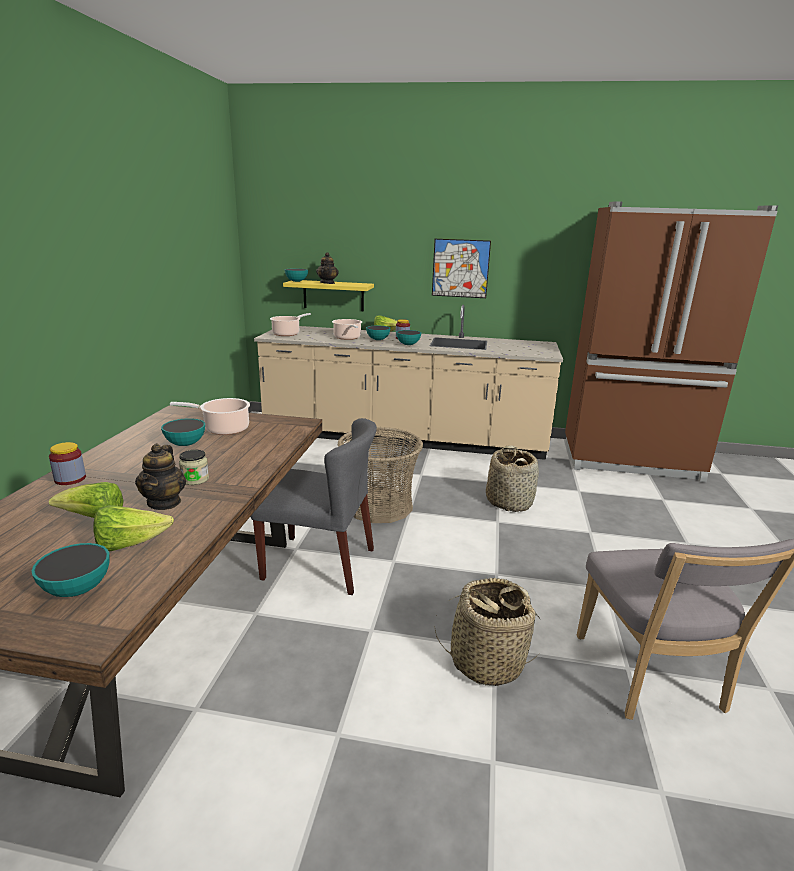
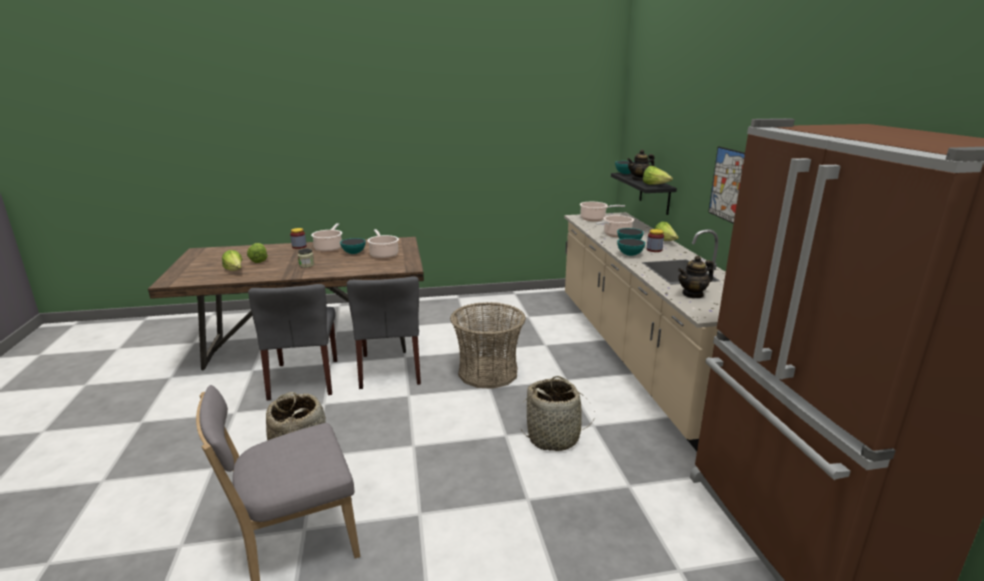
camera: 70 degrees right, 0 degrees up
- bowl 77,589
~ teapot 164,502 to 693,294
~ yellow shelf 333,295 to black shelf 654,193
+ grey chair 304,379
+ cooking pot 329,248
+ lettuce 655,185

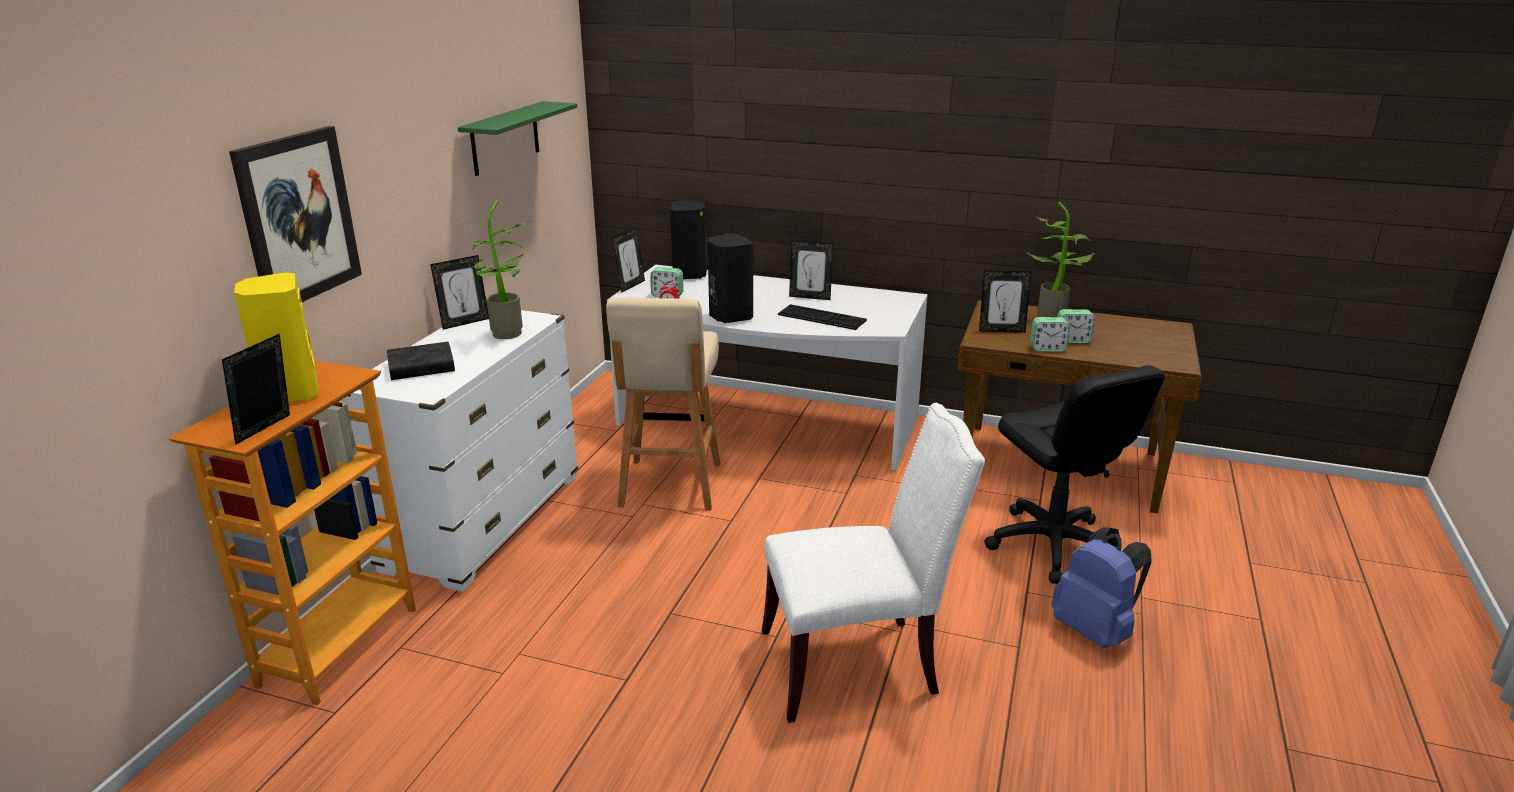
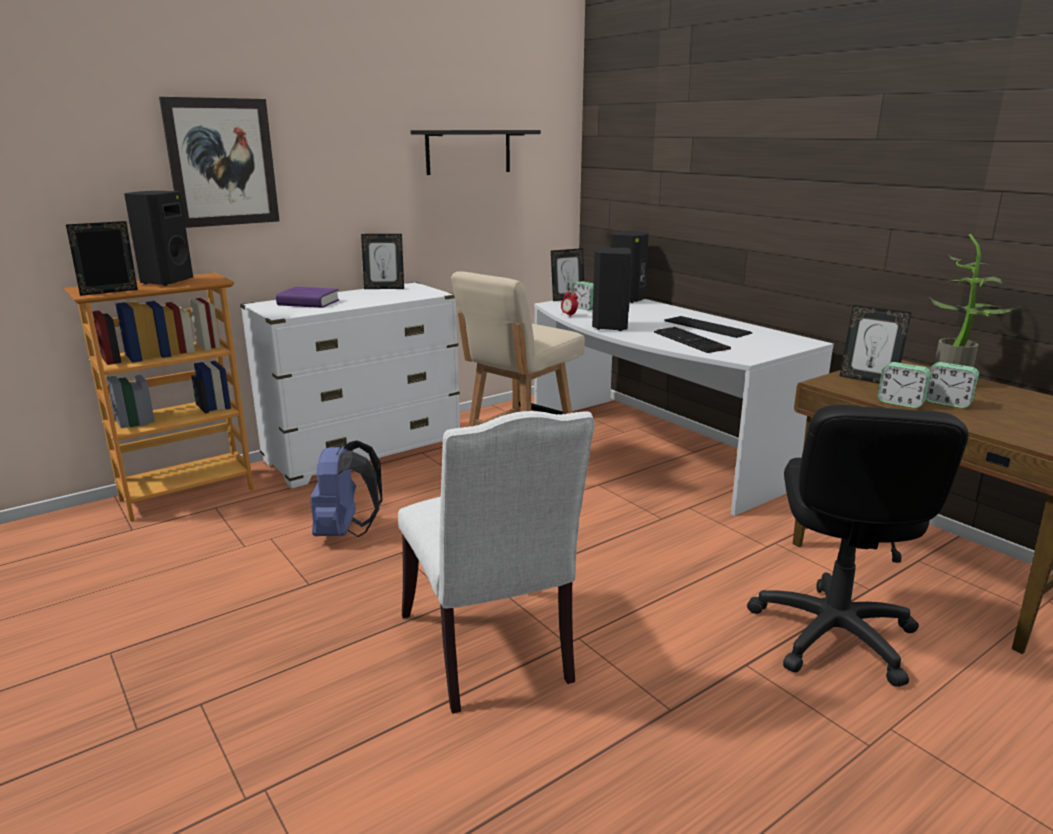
camera: 35 degrees right, 5 degrees down
~ yellow speaker 290,392 to black speaker 165,281
~ black book 421,367 to purple book 308,303
~ green shelf 505,138 to black shelf 468,151
- potted plant 509,335
~ white chair 856,663 = 492,651 45 degrees clockwise
~ picture frame 810,297 to keyboard 706,327
~ blue backpack 1095,630 to 346,532

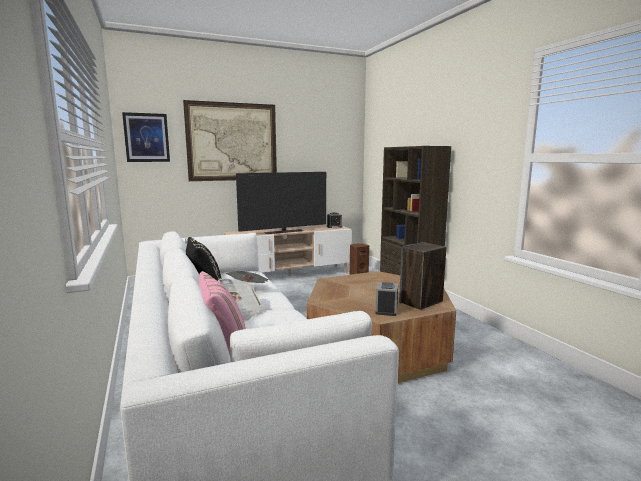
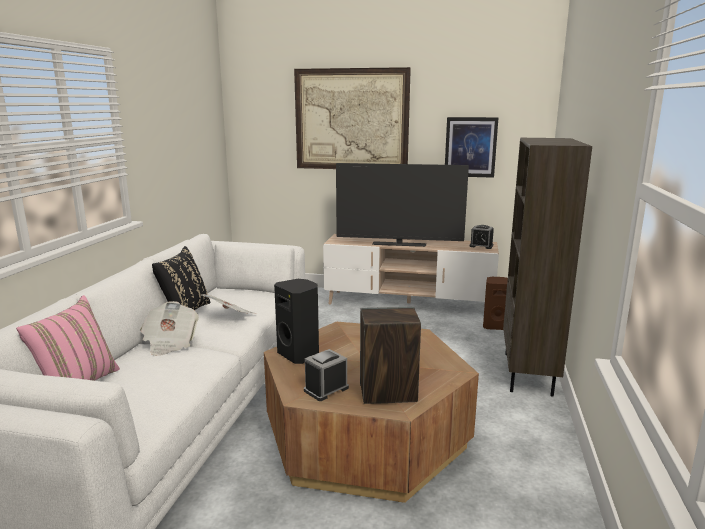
camera: 35 degrees right, 5 degrees up
~ picture 146,137 to 470,147
+ black speaker 300,354

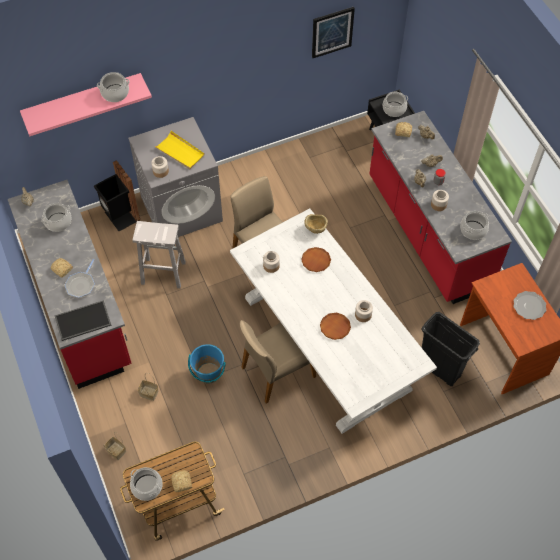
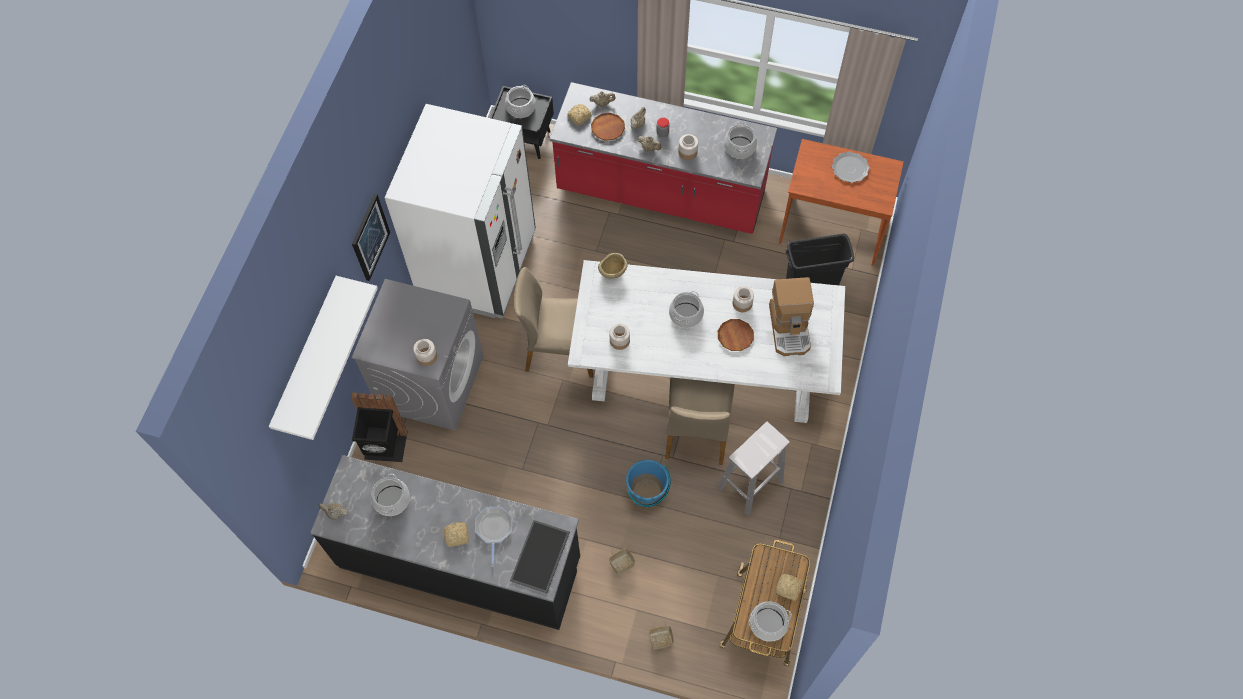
camera: 50 degrees left, 5 degrees up
~ red counter 80,306 to black counter 460,562
~ pink shelf 83,100 to white shelf 307,356
~ frying pan 81,284 = 494,529 150 degrees counterclockwise
~ cooking pot 115,93 to 686,315
~ white stool 162,273 to 749,485
- yellow tray 180,152
~ brown plate 316,261 to 608,128
~ picture 332,32 to 370,237
+ white fridge 478,266
+ coffee machine 790,328

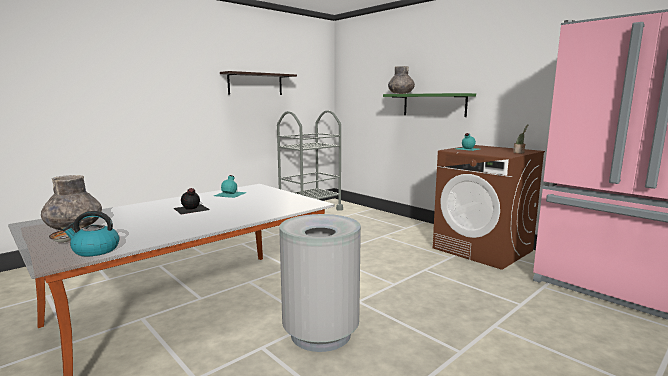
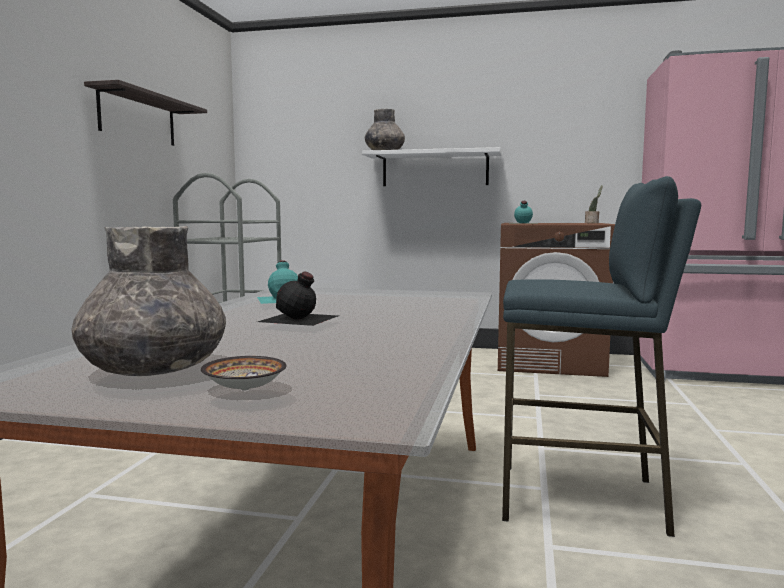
camera: 35 degrees left, 5 degrees down
- kettle 95,250
~ grey trash can 320,333 to blue stool 581,499
~ green shelf 434,105 to white shelf 435,169

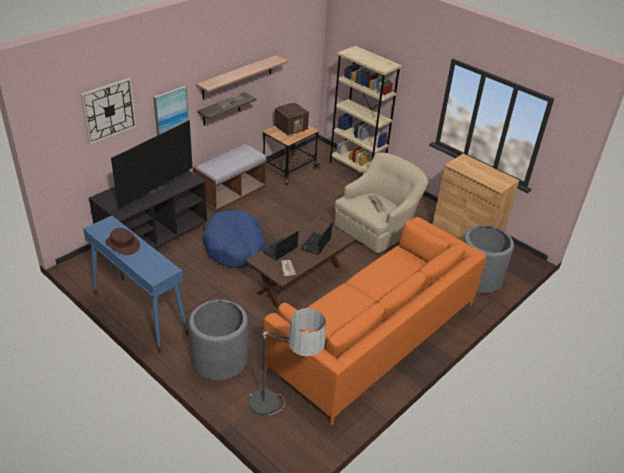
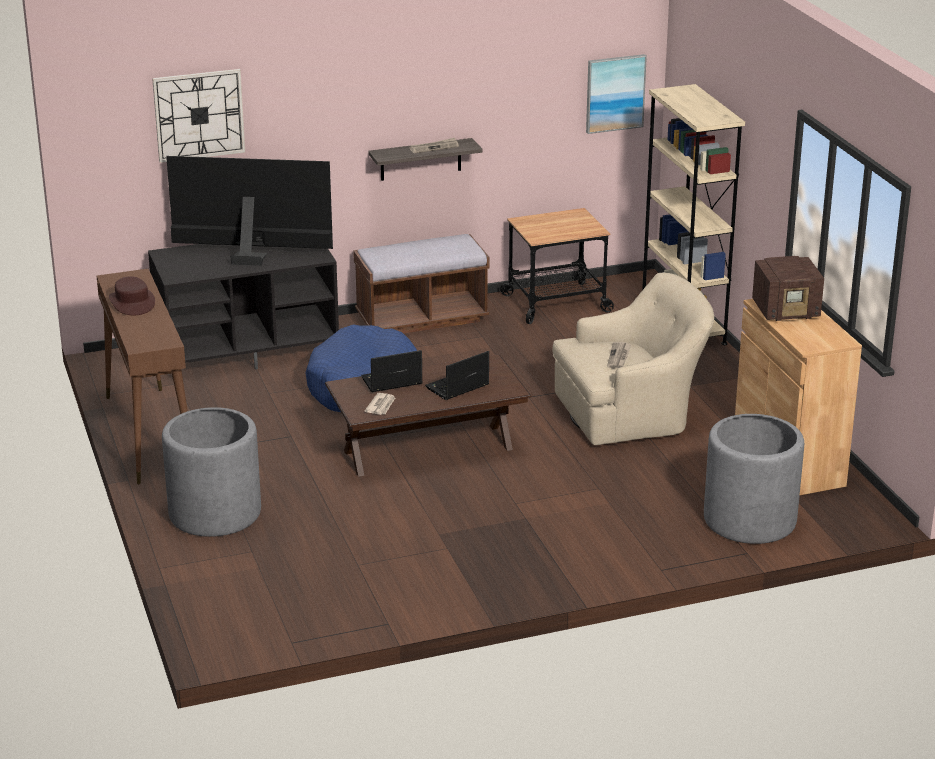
camera: 30 degrees right, 10 degrees down
~ blue console table 139,313 to brown console table 149,434
~ television 153,188 = 250,256 150 degrees counterclockwise
~ picture 170,112 to 615,93
- shelf 237,77
- floor lamp 281,417
- orange sofa 374,335
~ radio 291,128 to 787,311

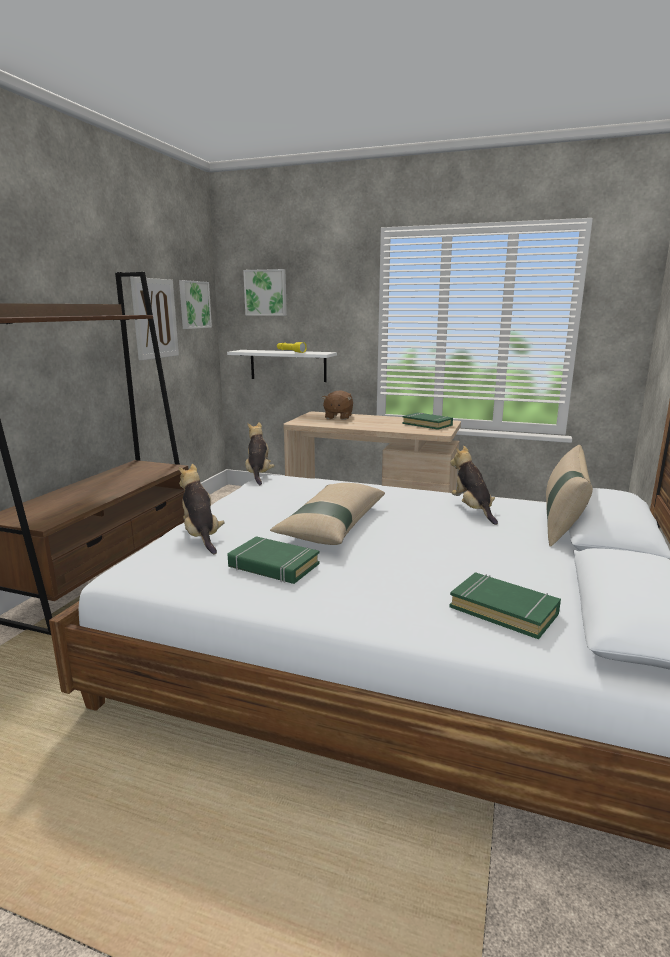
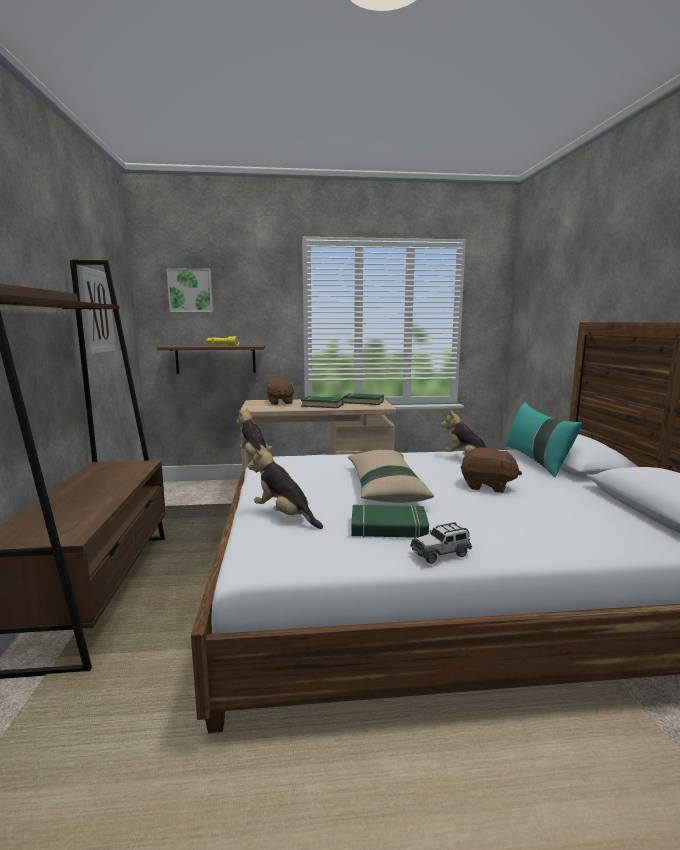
camera: 25 degrees left, 5 degrees down
- picture 193,304
~ white shelf 288,365 to brown shelf 215,359
~ green book 504,610 to 322,405
~ beige pillow 562,522 to turquoise pillow 536,460
+ toy car 441,553
+ brown plush toy 487,486

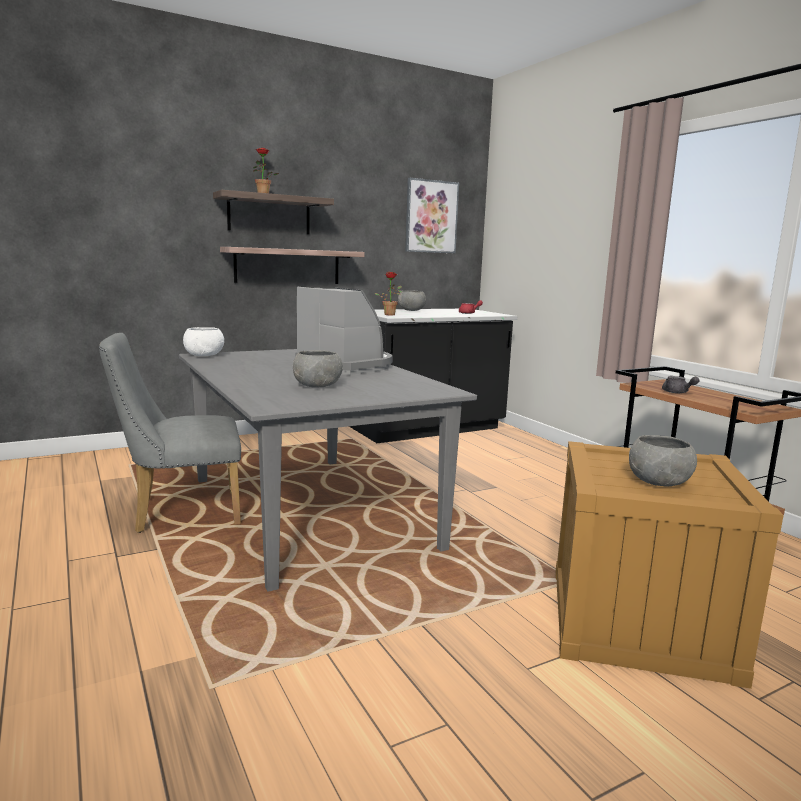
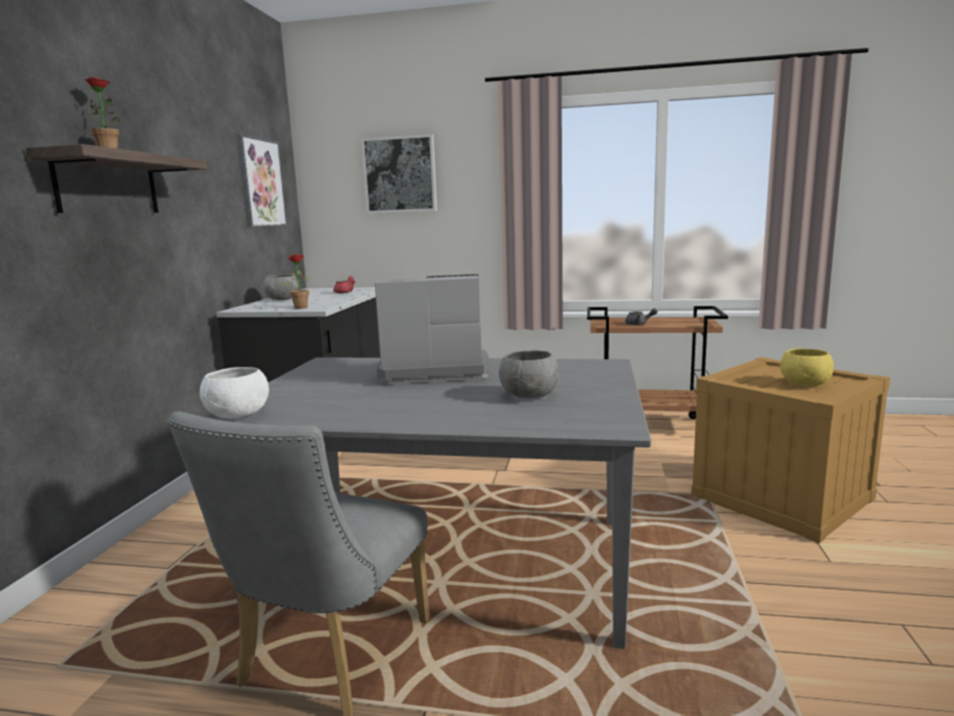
camera: 50 degrees left, 0 degrees up
- shelf 287,266
~ grey bowl 659,482 to yellow bowl 805,384
+ picture 400,174

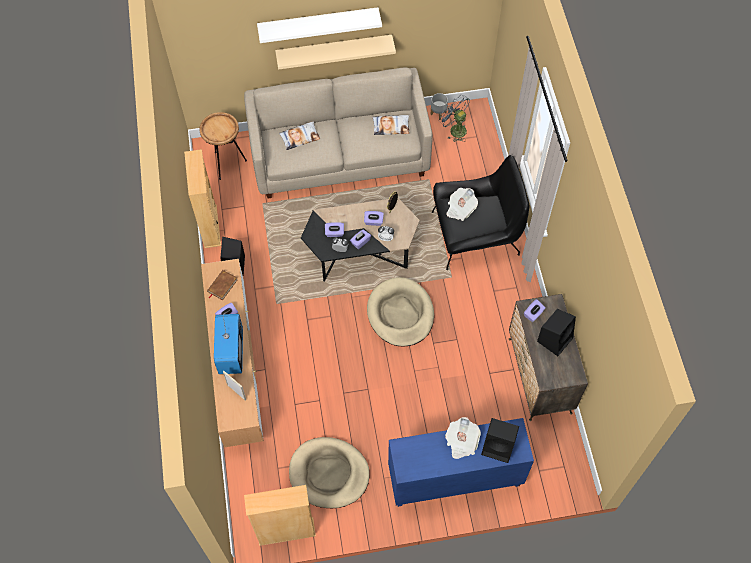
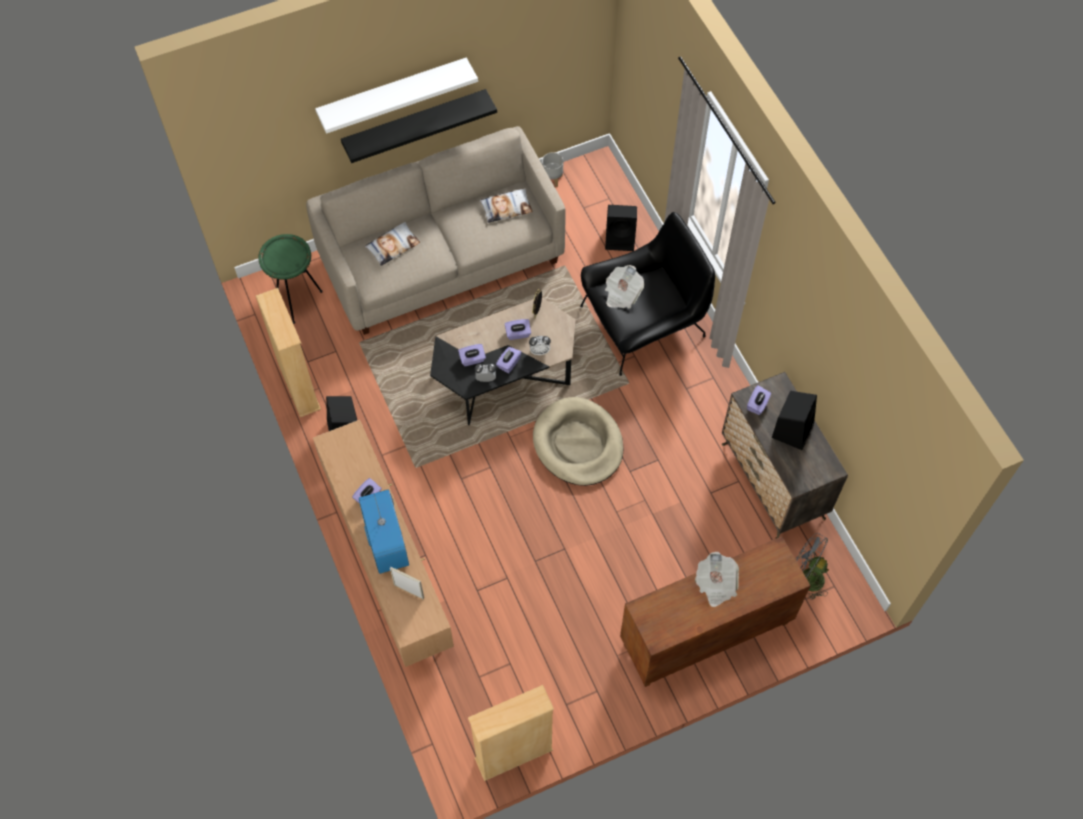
camera: 15 degrees left, 0 degrees up
~ brown side table 227,164 to green side table 297,301
- brown book 222,286
~ beige shelf 334,50 to black shelf 415,123
- beige dog bed 329,474
~ blue cabinet 454,479 to brown cabinet 705,635
~ grey fan 454,129 to 805,578
~ black speaker 499,446 to 621,238

